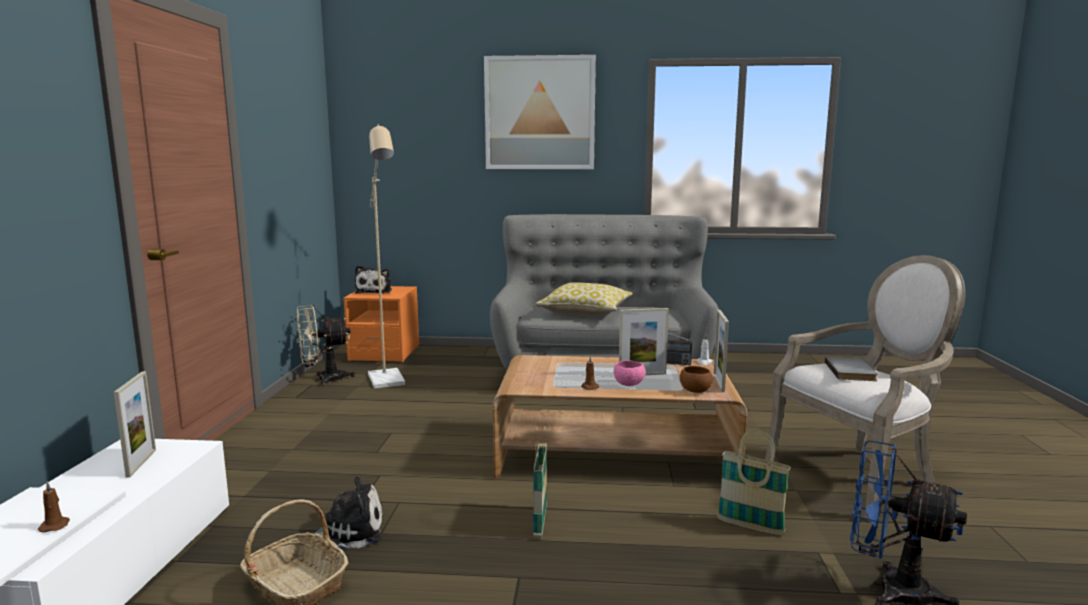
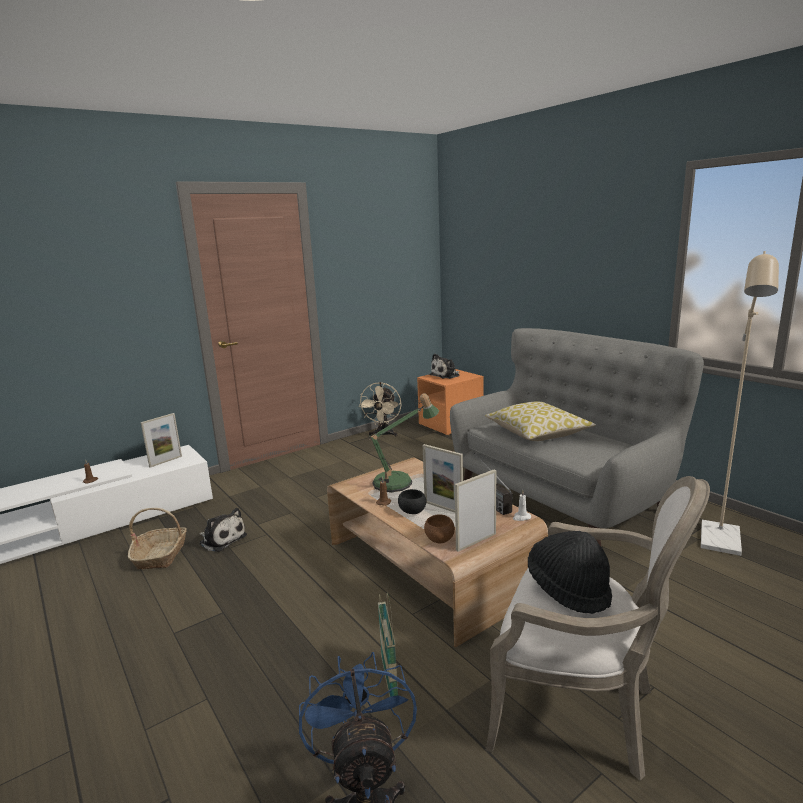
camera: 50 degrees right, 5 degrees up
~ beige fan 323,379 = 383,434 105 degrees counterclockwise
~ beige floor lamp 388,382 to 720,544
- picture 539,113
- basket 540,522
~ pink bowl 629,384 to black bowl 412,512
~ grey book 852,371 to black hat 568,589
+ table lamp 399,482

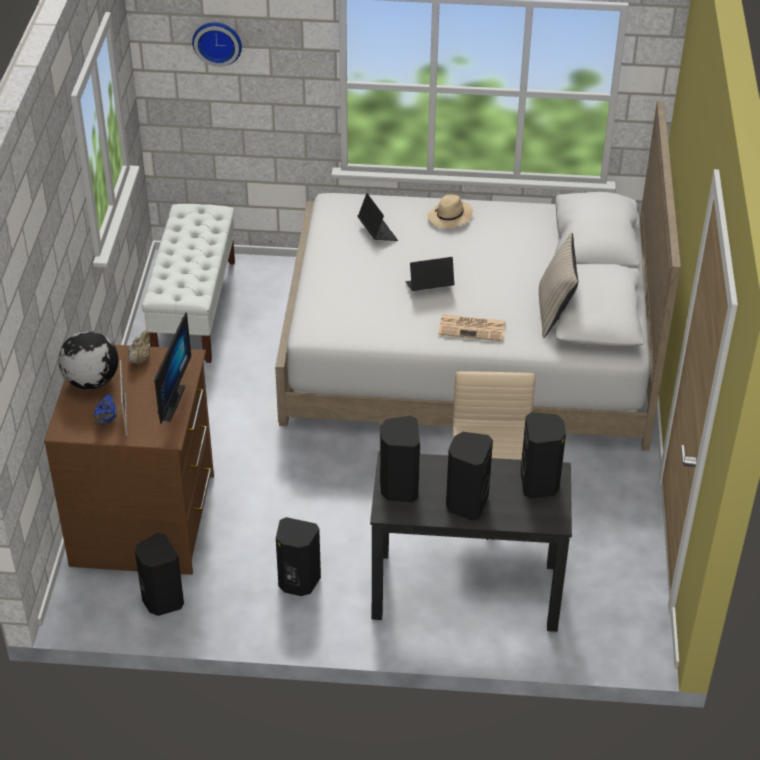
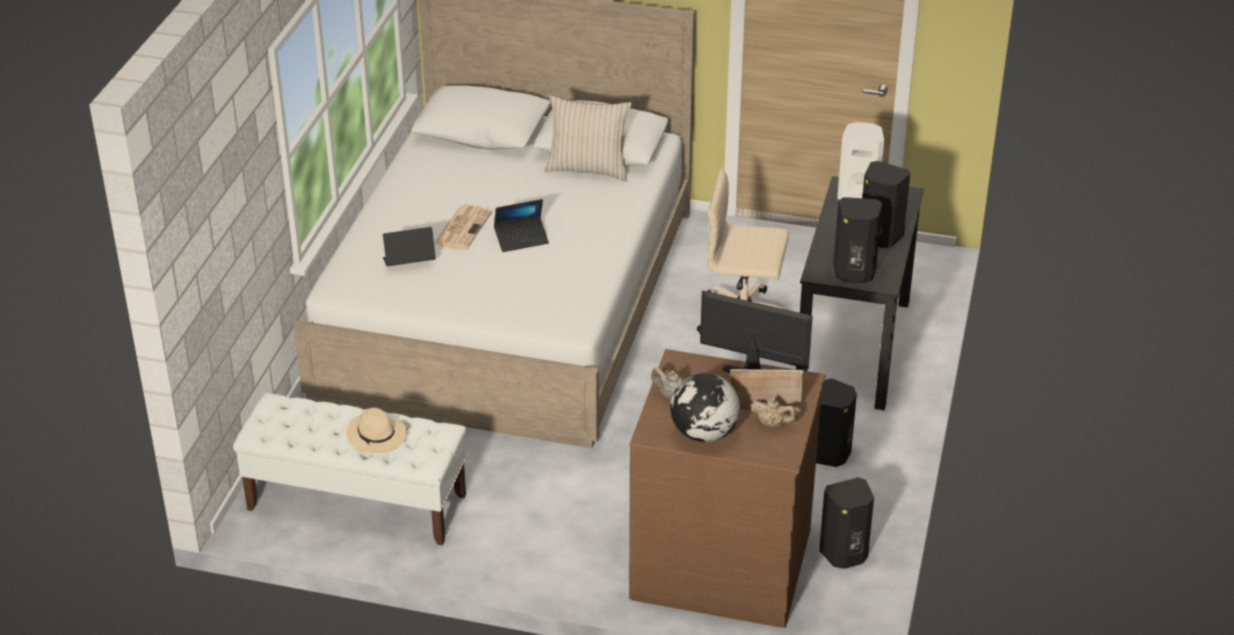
camera: 80 degrees left, 5 degrees down
~ blue teapot 106,420 to beige teapot 773,424
- wall clock 217,42
~ laptop 429,287 = 521,239 105 degrees counterclockwise
~ beige hat 449,217 to 377,436
~ newspaper 473,328 to 463,228
~ black speaker 540,484 to white speaker 858,195

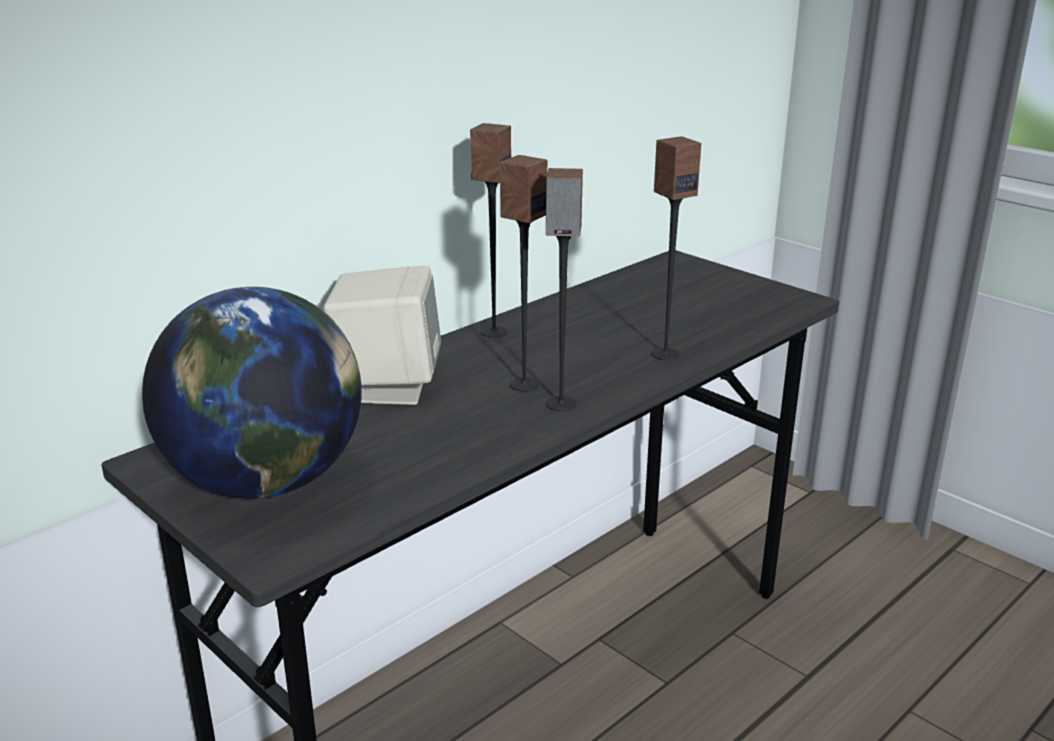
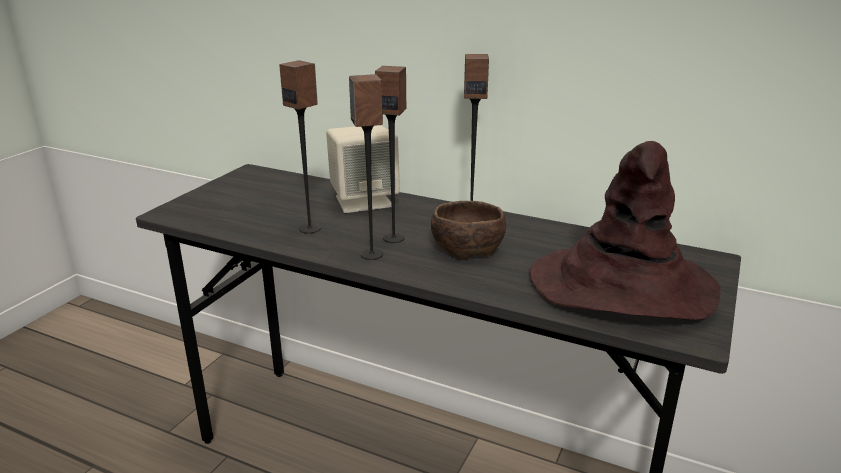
camera: 70 degrees right, 0 degrees up
- globe 267,481
~ speaker 665,354 to 310,228
+ brown bowl 466,247
+ brown hat 622,287

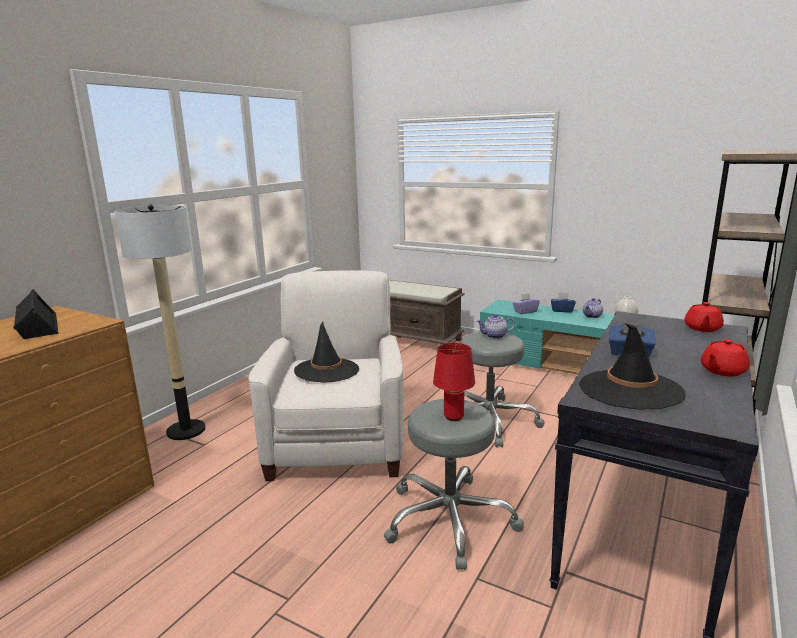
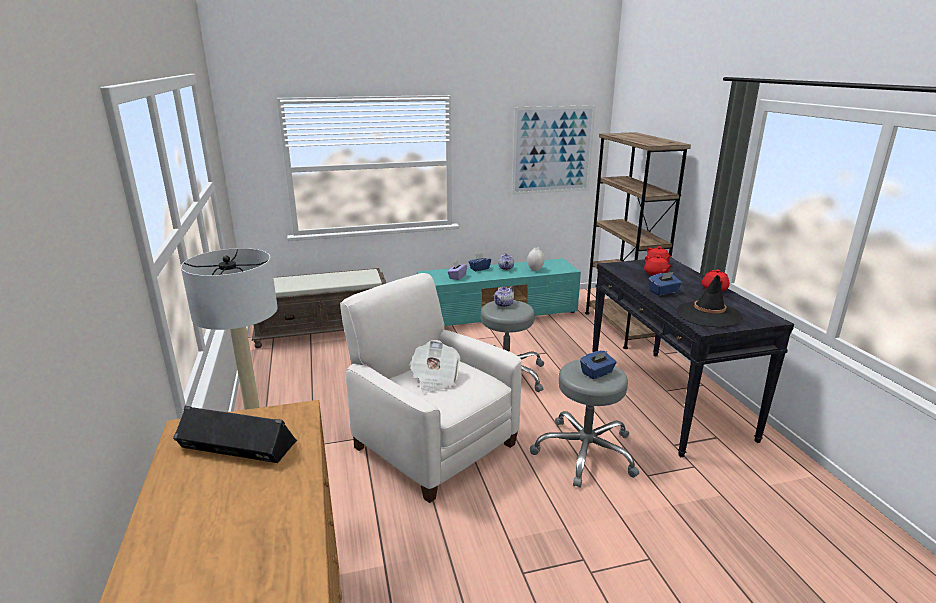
camera: 45 degrees left, 5 degrees up
~ black hat 327,370 to newspaper 434,379
~ red table lamp 454,417 to blue tissue box 597,373
+ picture 552,150
+ red teapot 656,273

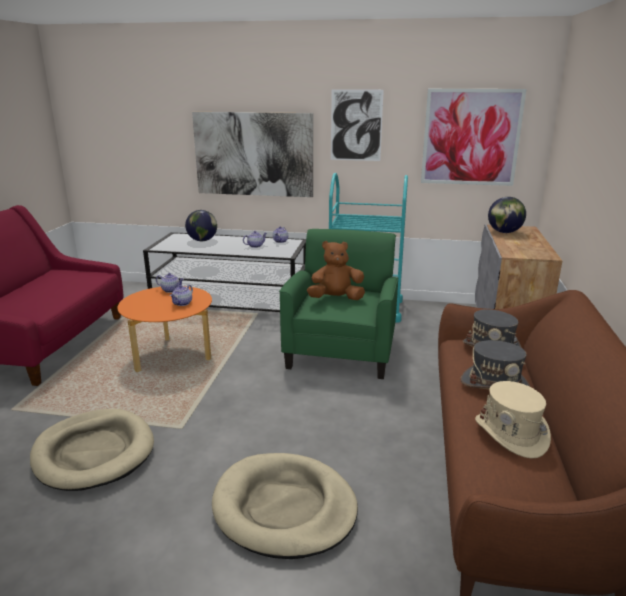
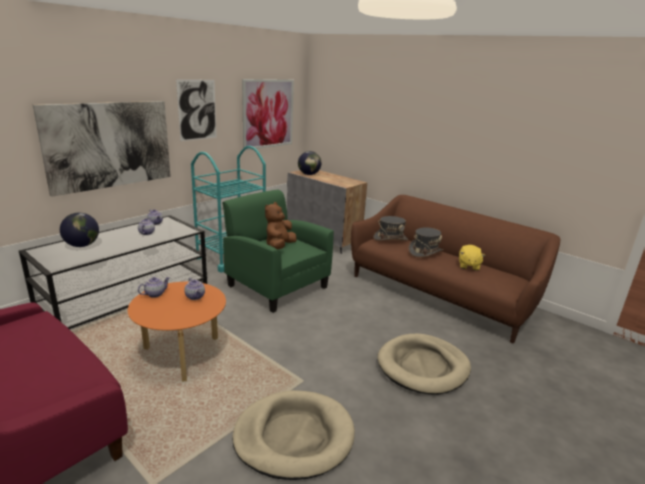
camera: 60 degrees left, 0 degrees up
~ beige hat 511,434 to yellow plush toy 468,266

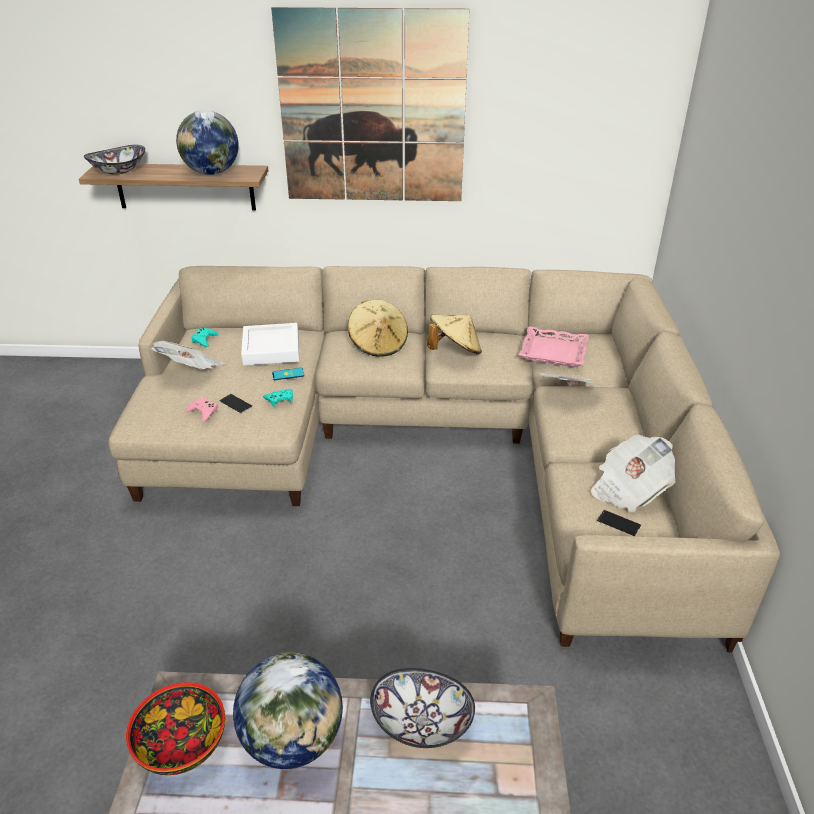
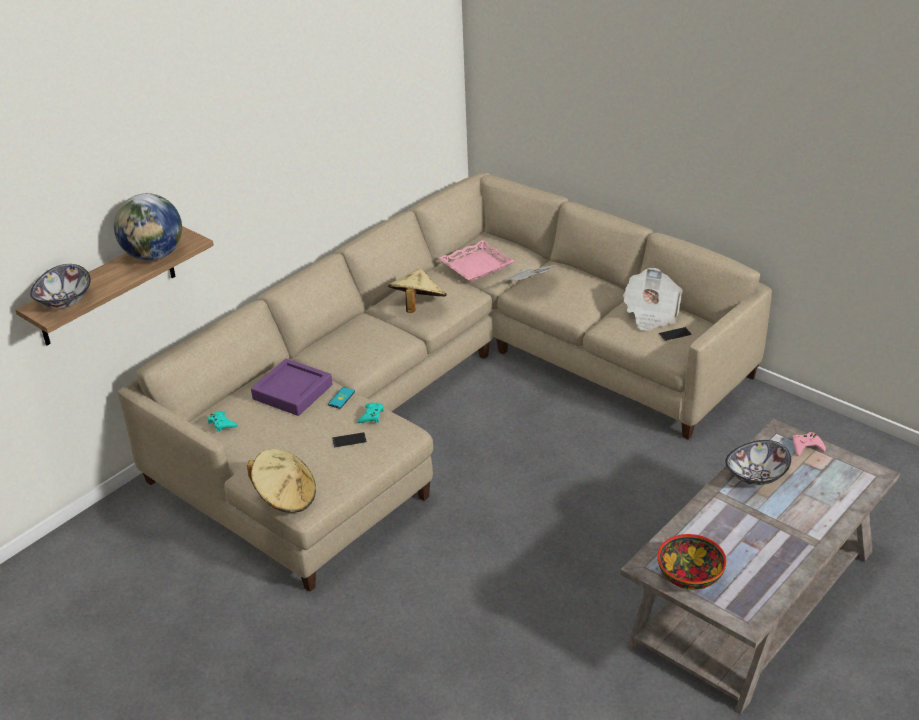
camera: 50 degrees left, 0 degrees up
- newspaper 191,370
~ pink game controller 203,412 to 806,447
- globe 293,739
~ white tray 271,349 to purple tray 292,392
- picture 372,109
~ beige hat 378,344 to 286,497

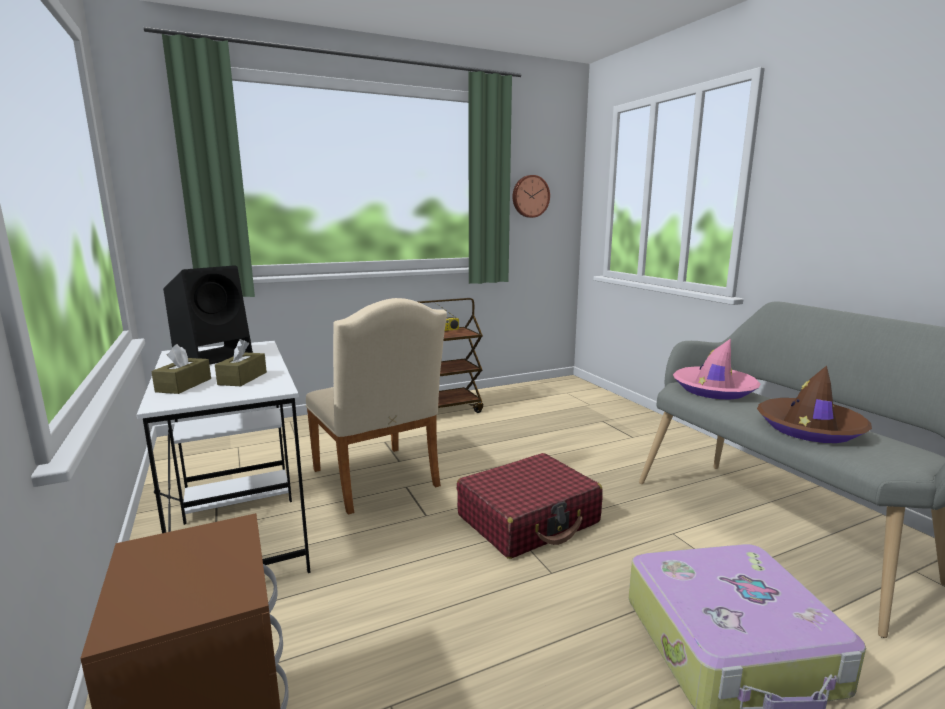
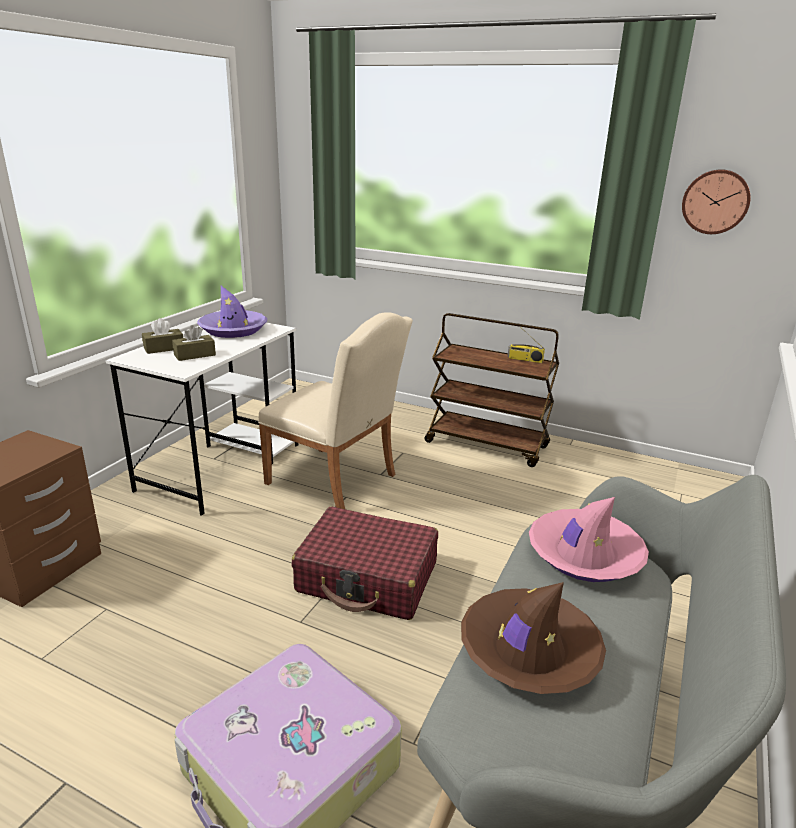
camera: 50 degrees right, 10 degrees up
~ black speaker 215,356 to purple hat 233,330
~ beige chair 378,481 = 337,482 75 degrees counterclockwise

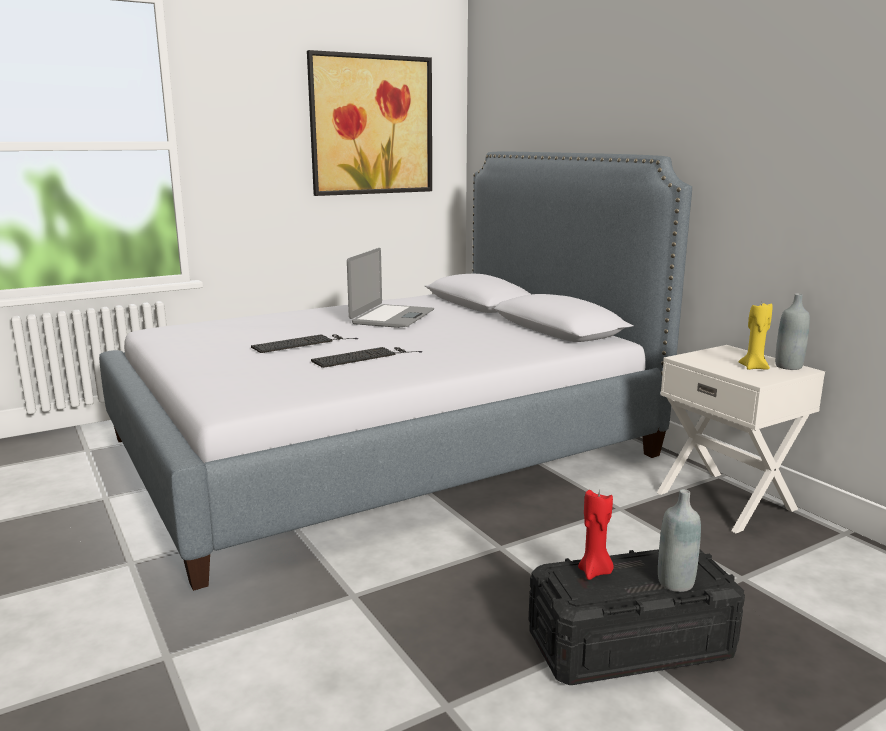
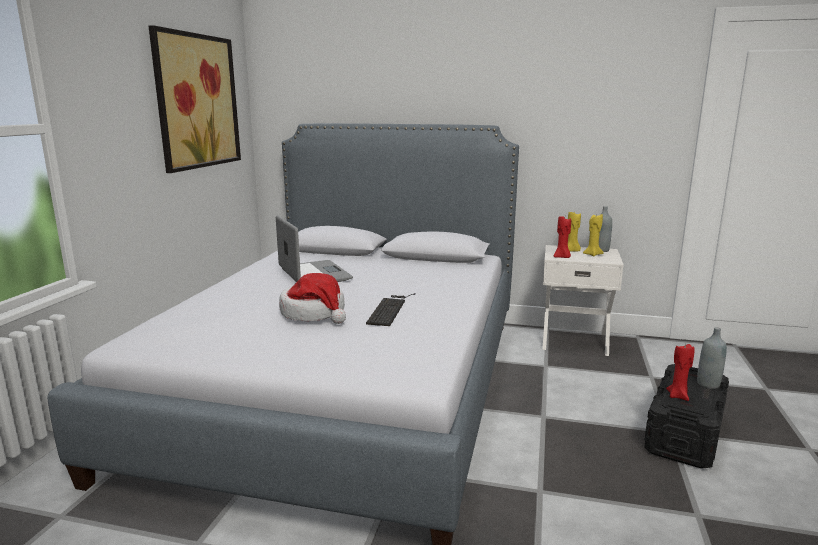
camera: 45 degrees left, 0 degrees up
~ keyboard 302,343 to hat 314,313
+ red candle 562,257
+ yellow candle 572,251

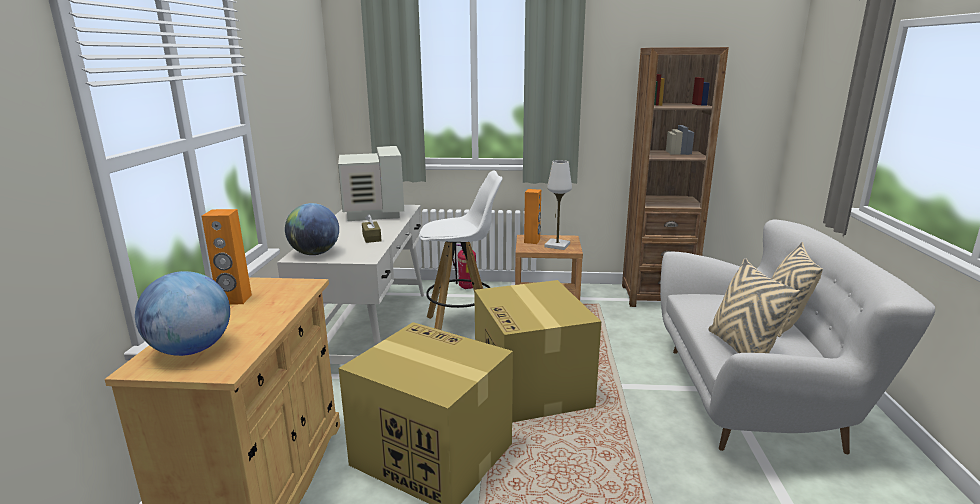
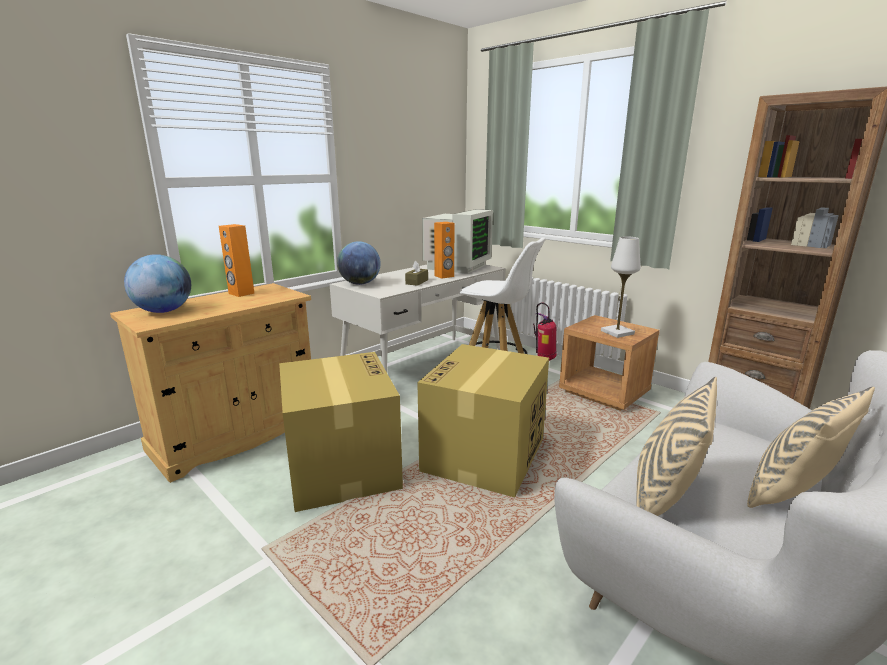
camera: 40 degrees right, 0 degrees up
~ orange speaker 532,241 to 444,276

